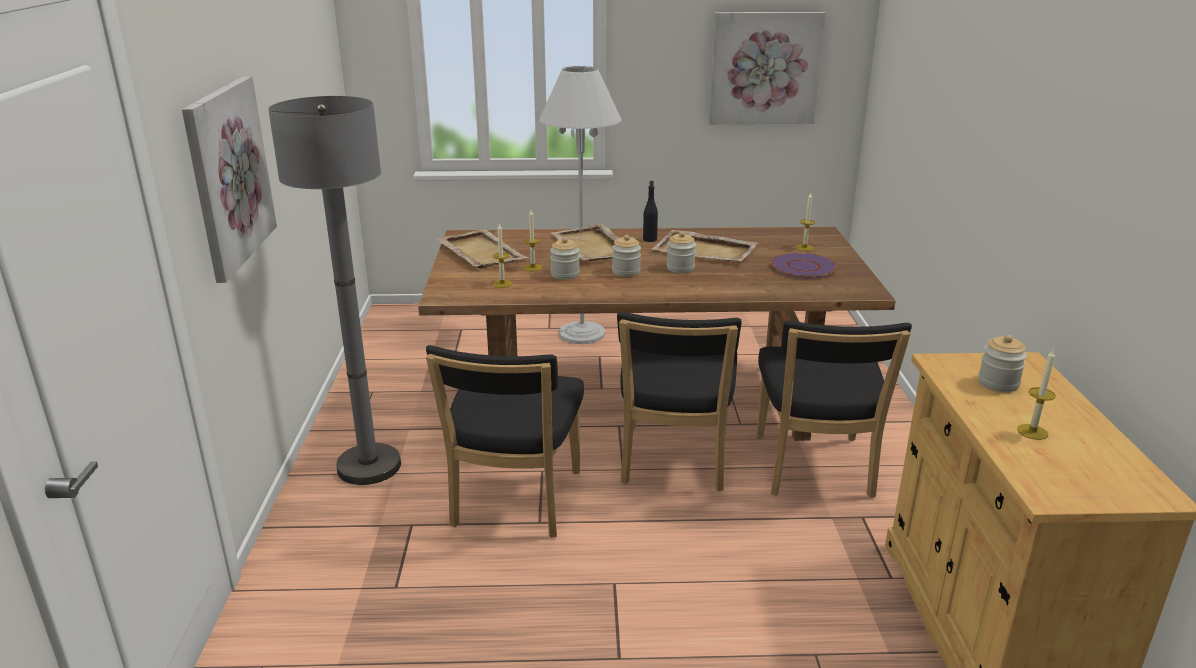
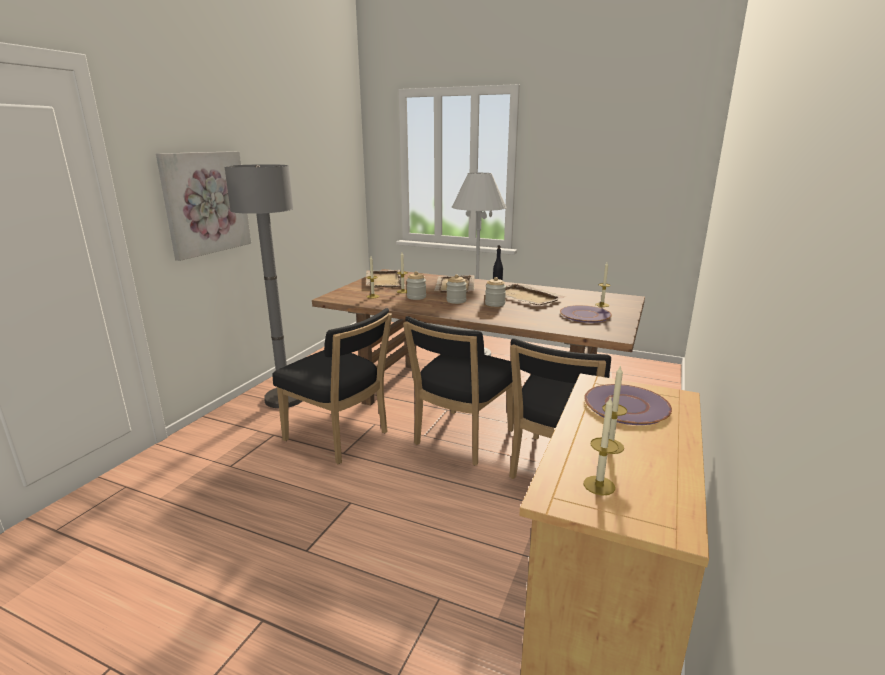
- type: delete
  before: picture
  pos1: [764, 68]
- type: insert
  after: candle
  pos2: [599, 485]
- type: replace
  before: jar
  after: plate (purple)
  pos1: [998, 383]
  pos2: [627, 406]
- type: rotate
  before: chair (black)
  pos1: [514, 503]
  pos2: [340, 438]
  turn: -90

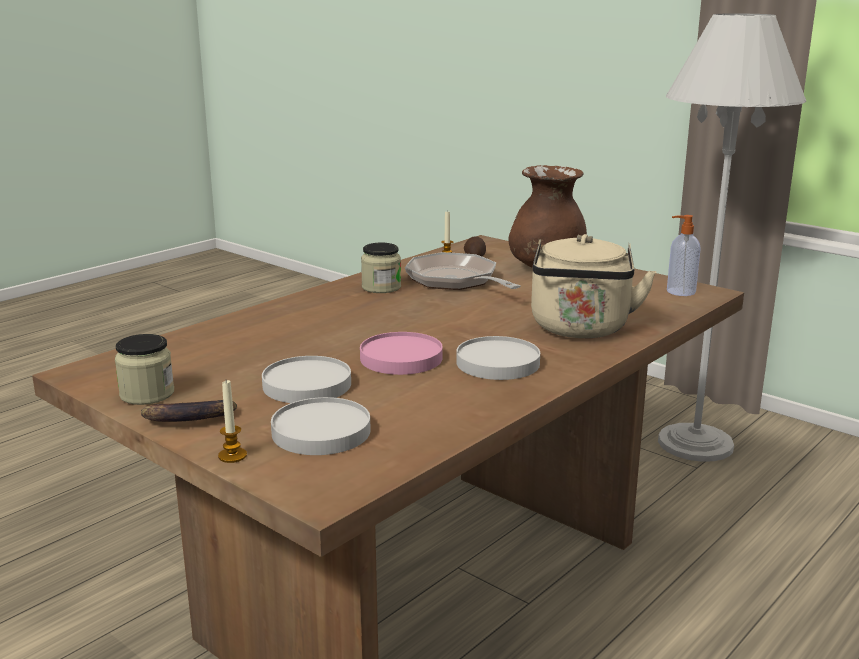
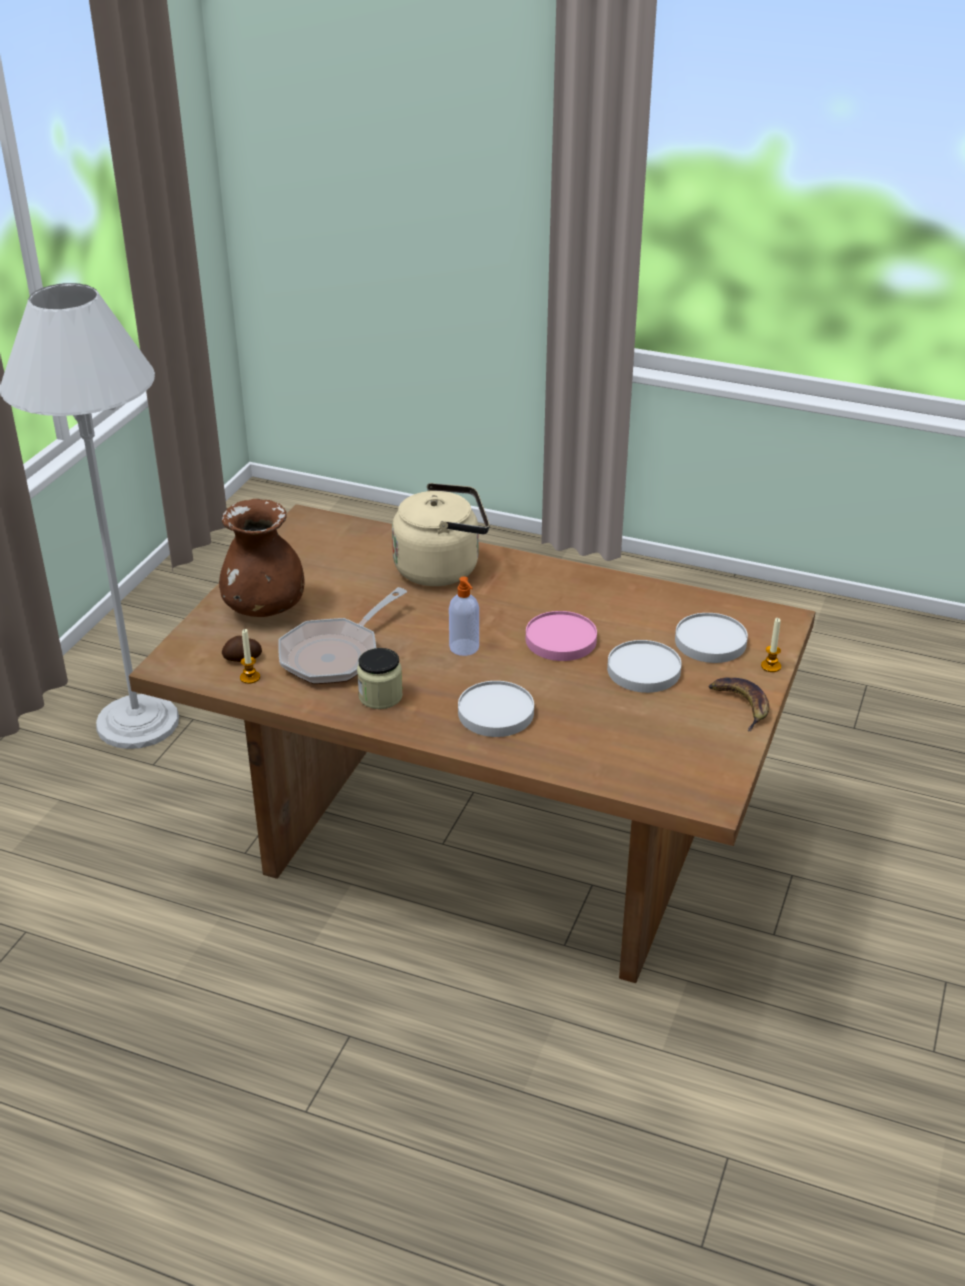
- type: delete
  before: jar
  pos1: [147, 394]
- type: move
  before: plate (white)
  pos1: [498, 363]
  pos2: [495, 712]
- type: move
  before: soap dispenser
  pos1: [679, 292]
  pos2: [464, 648]

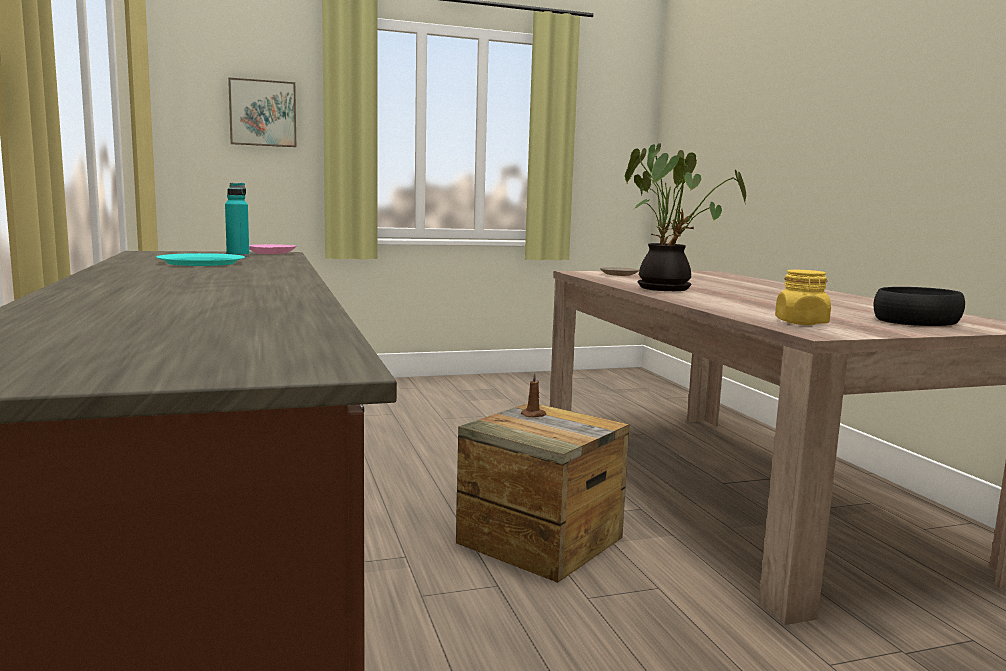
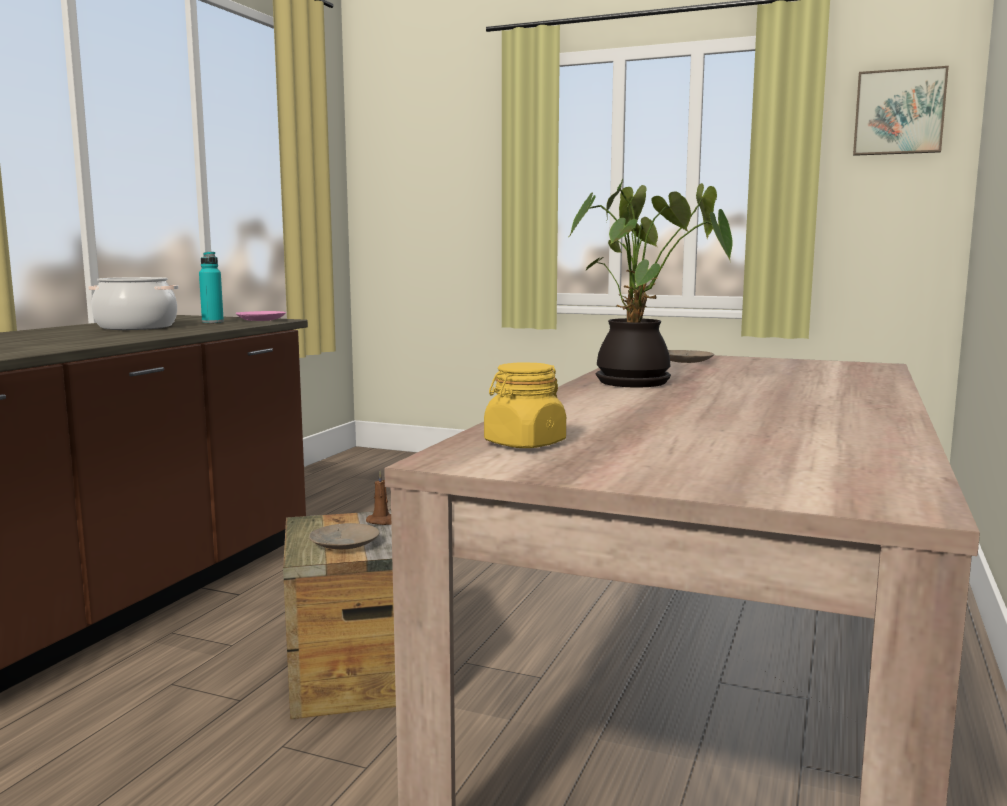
- type: delete
  before: bowl (black)
  pos1: [915, 320]
- type: insert
  after: plate (beige)
  pos2: [343, 544]
- type: move
  before: picture
  pos1: [263, 113]
  pos2: [899, 112]
- type: replace
  before: plate (turquoise)
  after: cooking pot
  pos1: [201, 263]
  pos2: [136, 327]

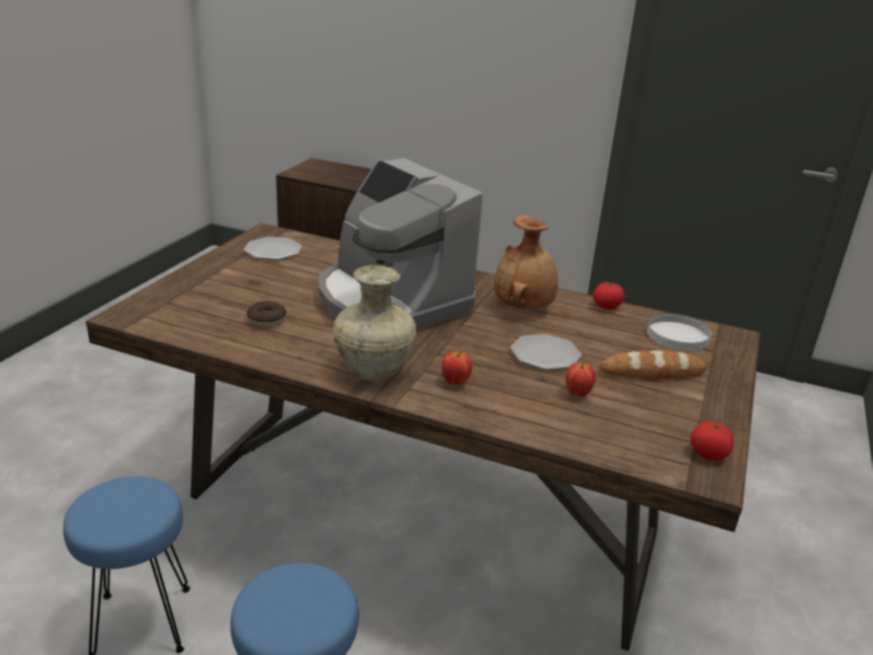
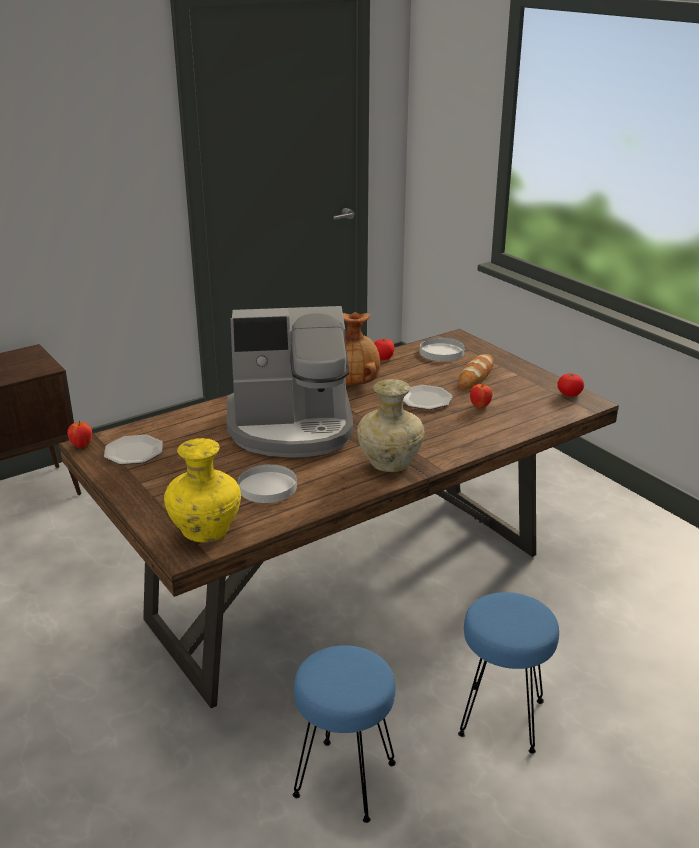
- type: insert
  after: vase (yellow)
  pos2: [205, 531]
- type: move
  before: apple
  pos1: [455, 382]
  pos2: [81, 446]
- type: replace
  before: donut
  after: plate (white)
  pos1: [267, 320]
  pos2: [267, 486]

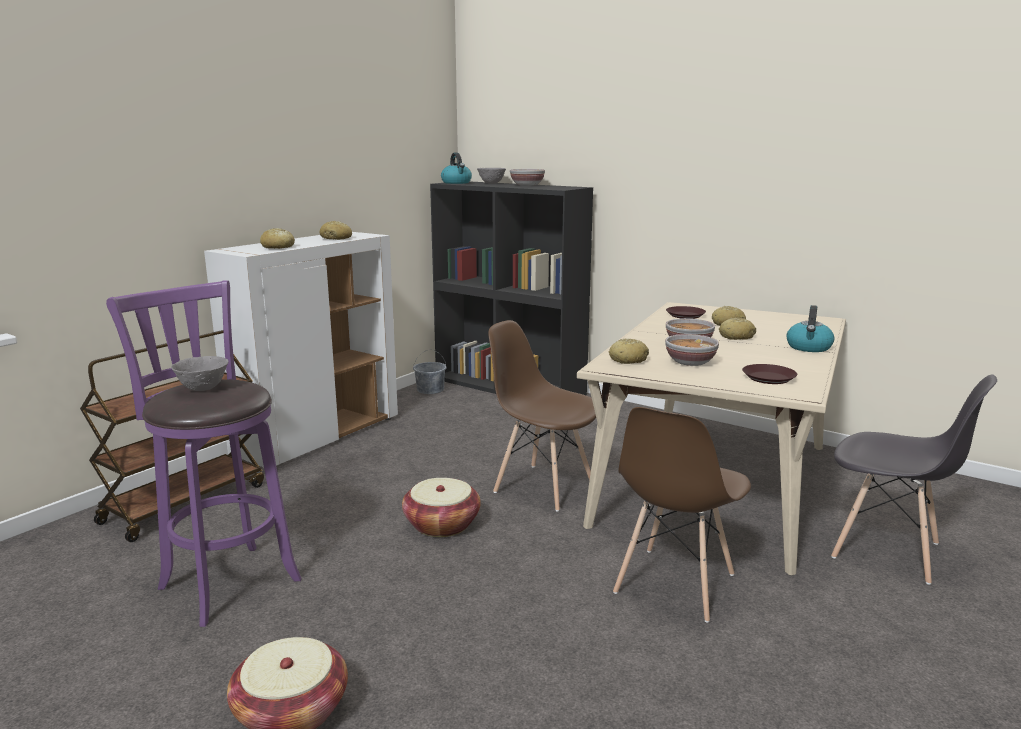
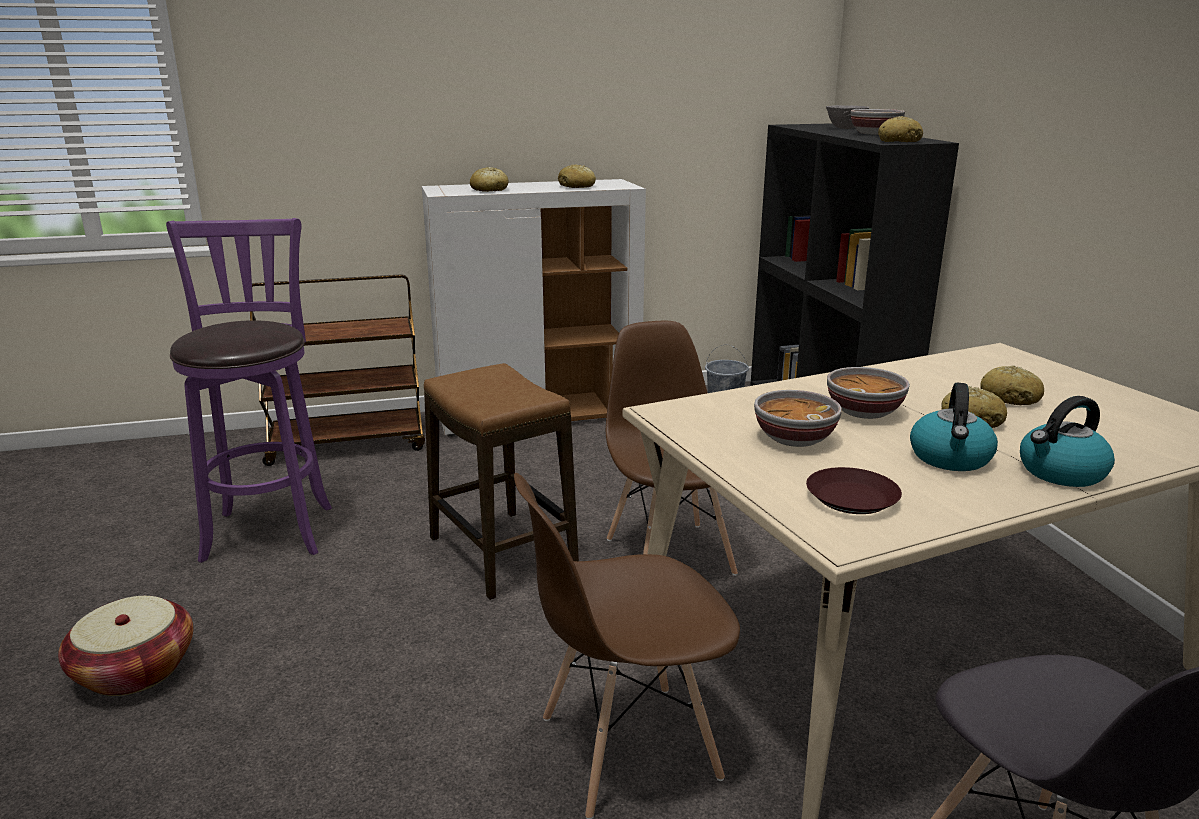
- type: delete
  before: bowl (grey)
  pos1: [203, 389]
- type: delete
  before: plate (brown)
  pos1: [685, 315]
- type: move
  before: kettle
  pos1: [456, 183]
  pos2: [950, 458]
- type: move
  before: bread
  pos1: [628, 360]
  pos2: [899, 141]
- type: replace
  before: basket
  after: stool
  pos1: [442, 525]
  pos2: [503, 553]

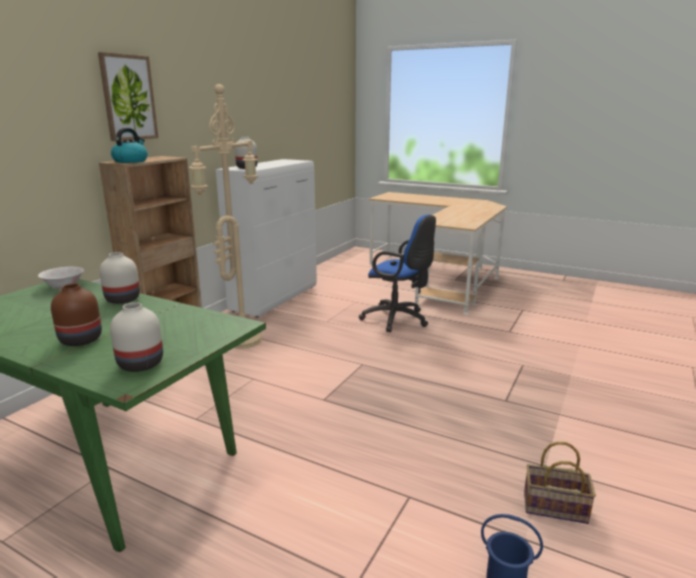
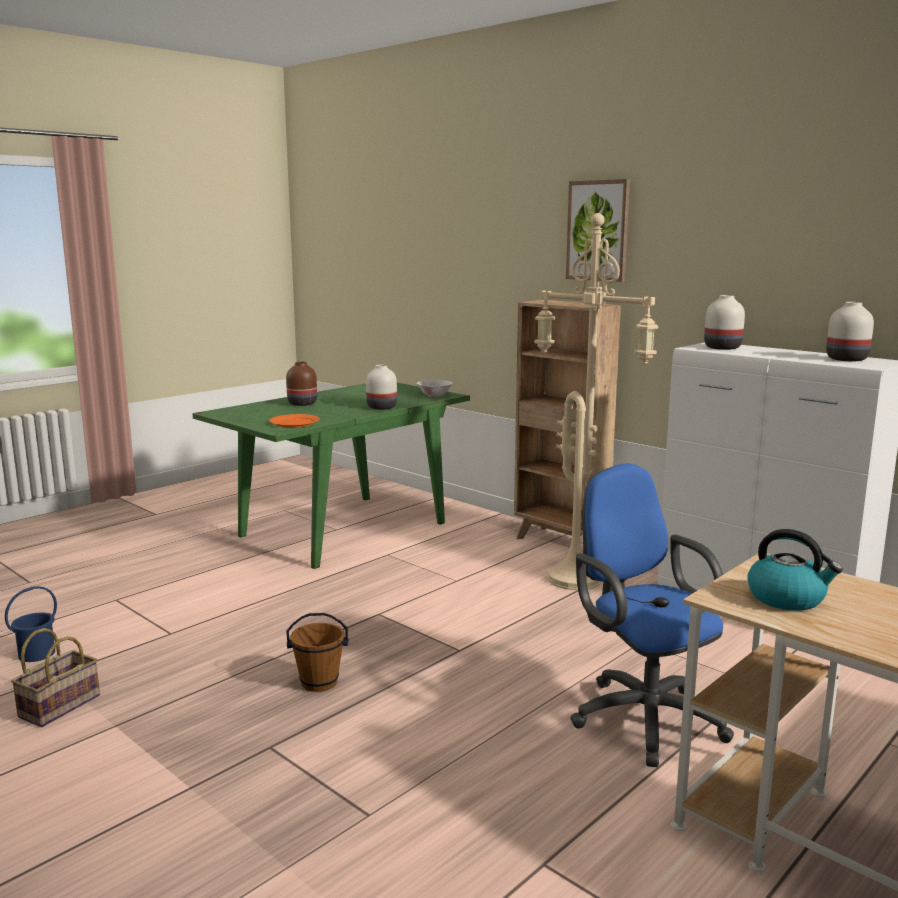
- type: insert
  after: plate (orange)
  pos2: [294, 423]
- type: insert
  after: bucket (brown)
  pos2: [319, 682]
- type: move
  before: vase (white)
  pos1: [140, 364]
  pos2: [845, 359]
- type: move
  before: kettle
  pos1: [131, 161]
  pos2: [787, 598]
- type: rotate
  before: office chair (blue)
  pos1: [398, 320]
  pos2: [642, 715]
  turn: 105

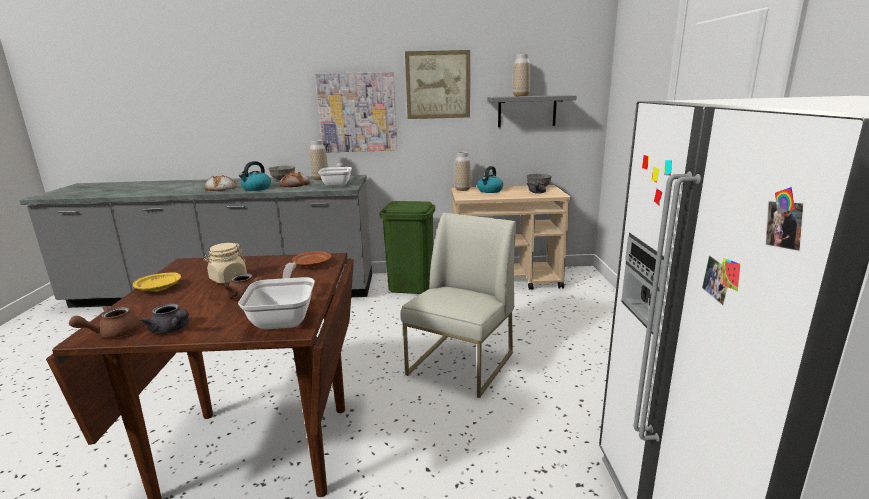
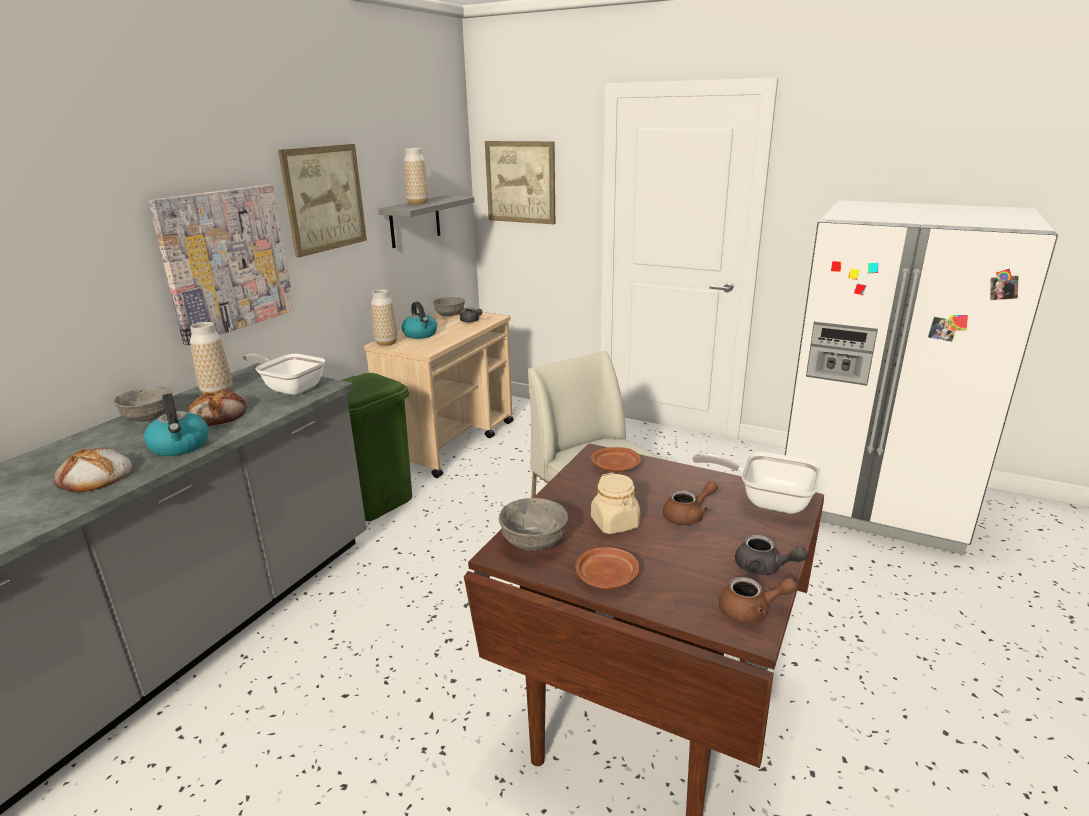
- type: insert
  after: picture
  pos2: [520, 182]
- type: insert
  after: bowl (grey)
  pos2: [533, 543]
- type: recolor
  before: plate (yellow)
  after: plate (brown)
  pos1: [159, 288]
  pos2: [607, 576]
- type: rotate
  before: teapot (brown)
  pos1: [113, 333]
  pos2: [751, 611]
  turn: -75
- type: rotate
  before: teapot (grey)
  pos1: [172, 330]
  pos2: [764, 568]
  turn: 60

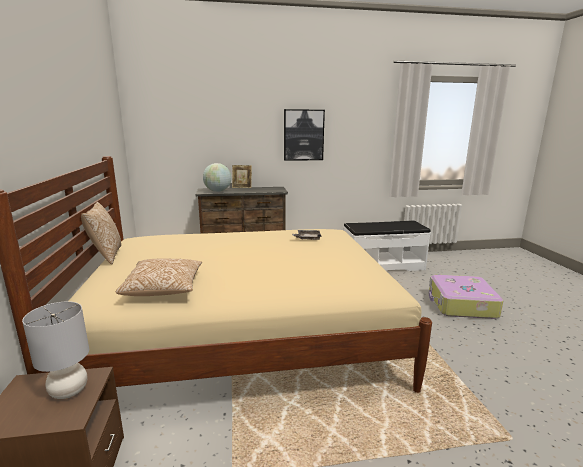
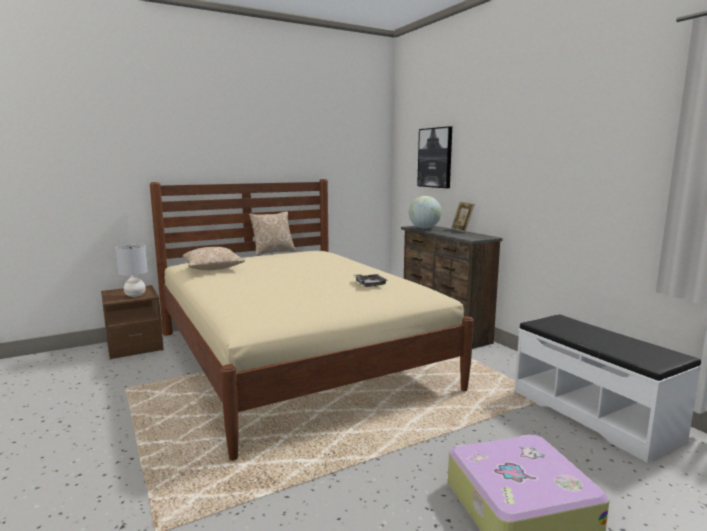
- type: move
  before: picture
  pos1: [303, 135]
  pos2: [435, 157]

